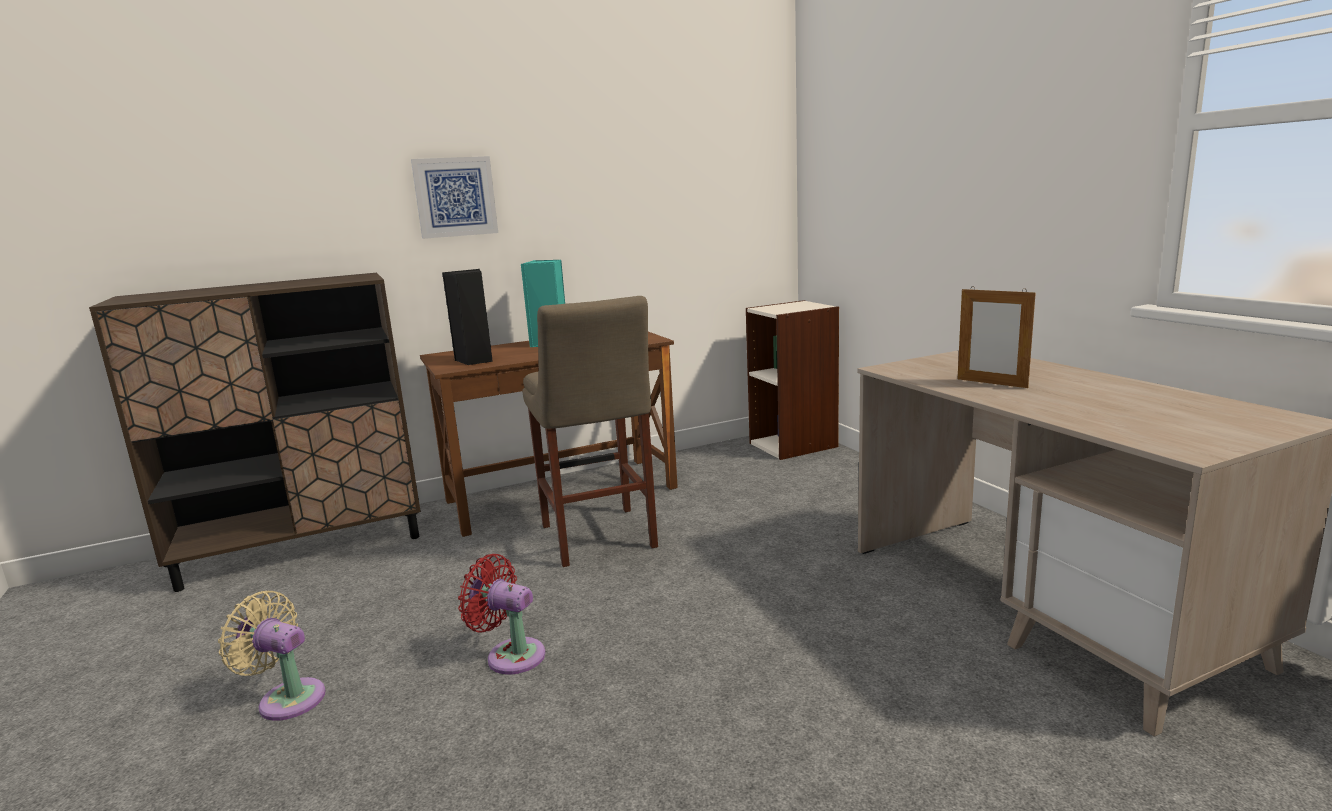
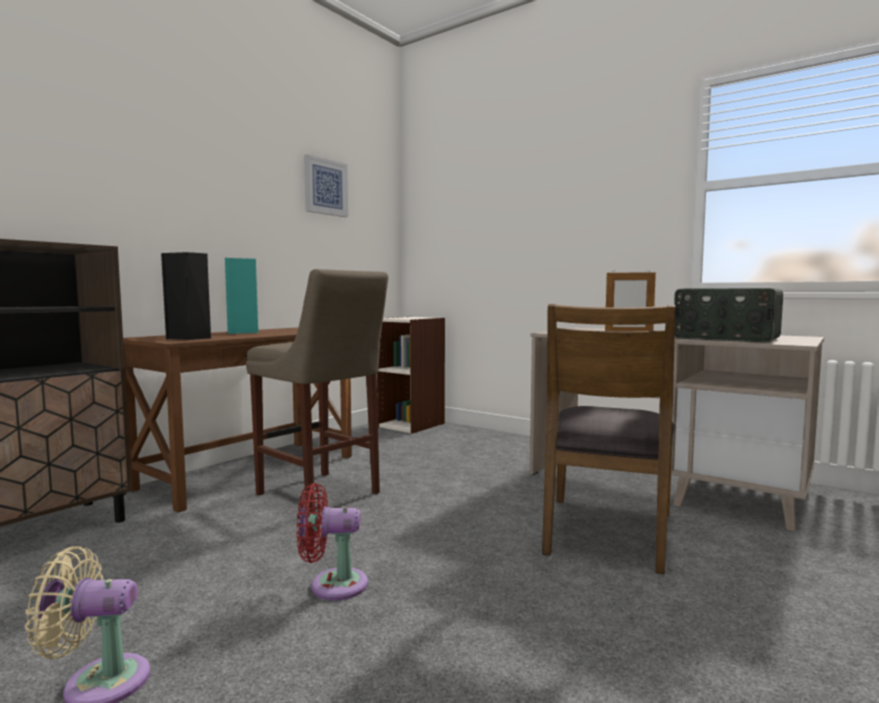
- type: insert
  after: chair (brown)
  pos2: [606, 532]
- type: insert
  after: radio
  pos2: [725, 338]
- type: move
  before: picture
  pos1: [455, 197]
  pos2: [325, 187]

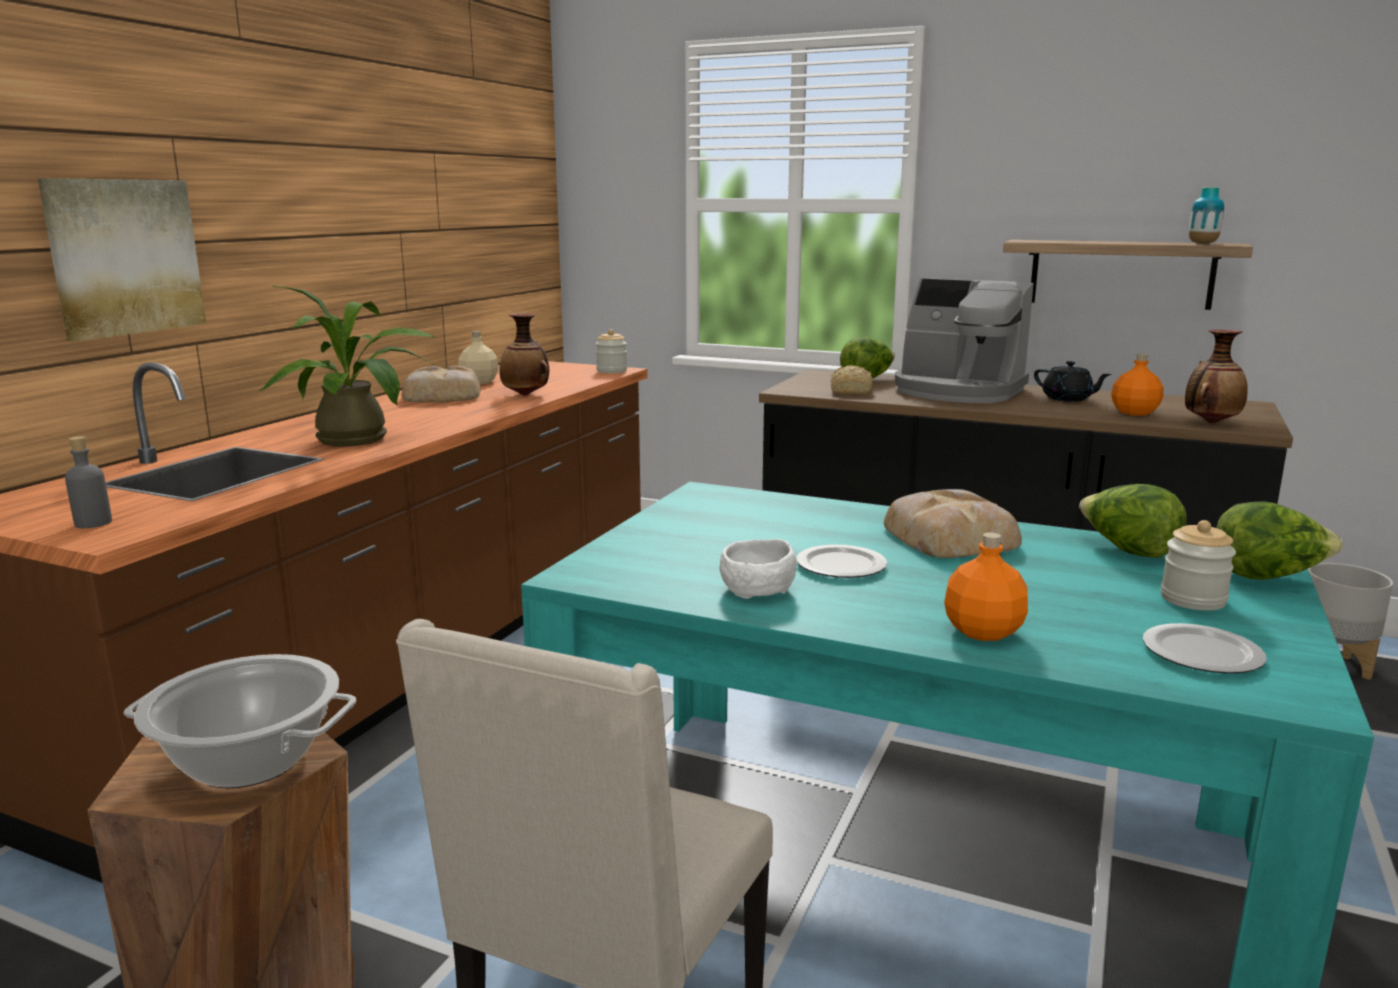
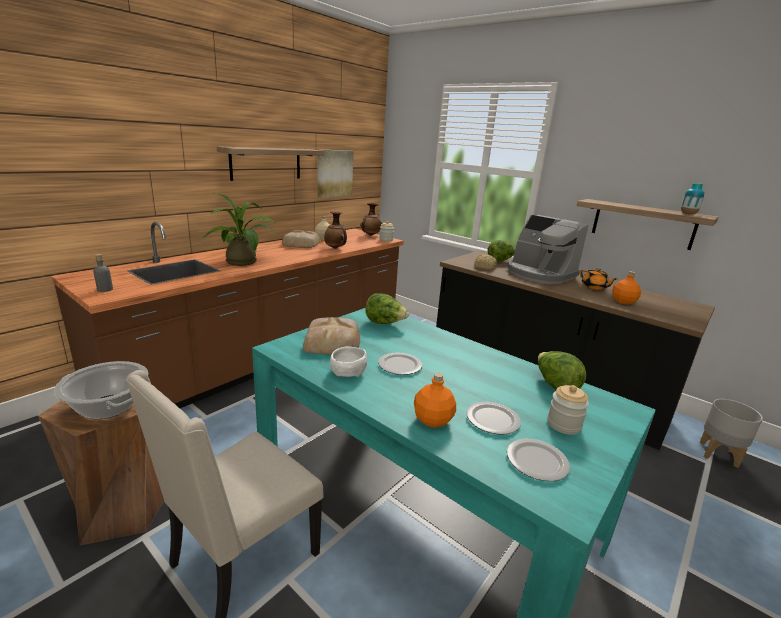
- type: insert
  after: shelf
  pos2: [266, 163]
- type: insert
  after: plate
  pos2: [493, 419]
- type: move
  before: picture
  pos1: [124, 257]
  pos2: [334, 173]
- type: move
  before: bread
  pos1: [950, 536]
  pos2: [332, 341]
- type: move
  before: vase
  pos1: [1210, 422]
  pos2: [370, 235]
- type: move
  before: lettuce
  pos1: [1267, 576]
  pos2: [385, 323]
- type: recolor
  before: teapot (black)
  after: teapot (orange)
  pos1: [1068, 399]
  pos2: [594, 287]

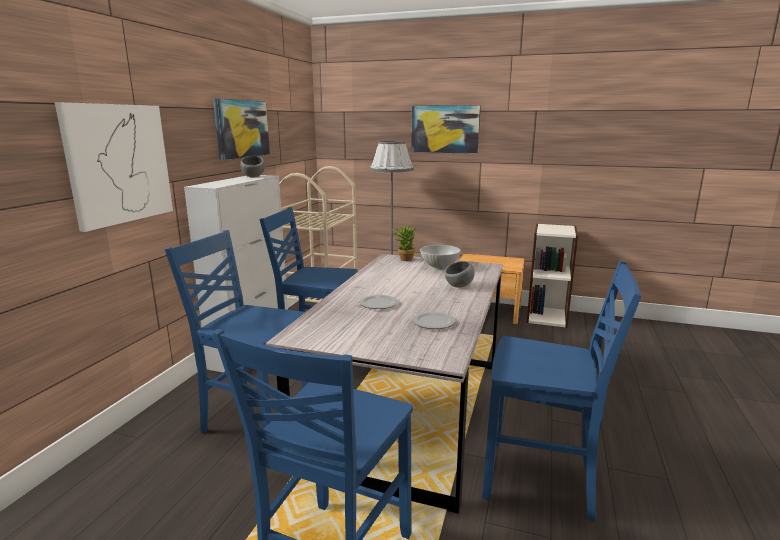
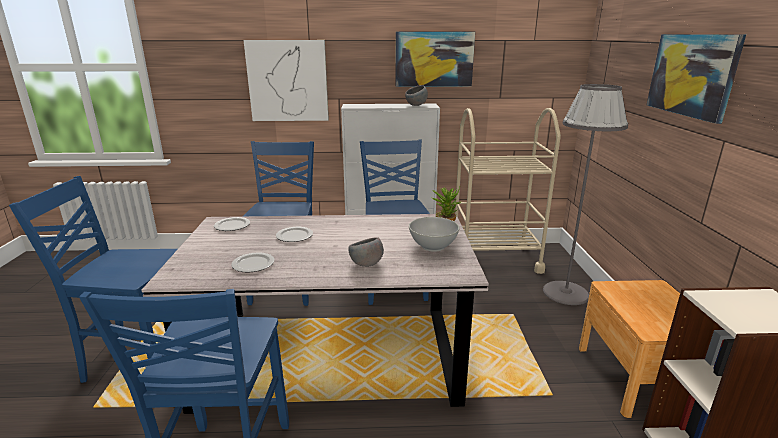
- type: insert
  after: plate
  pos2: [232, 225]

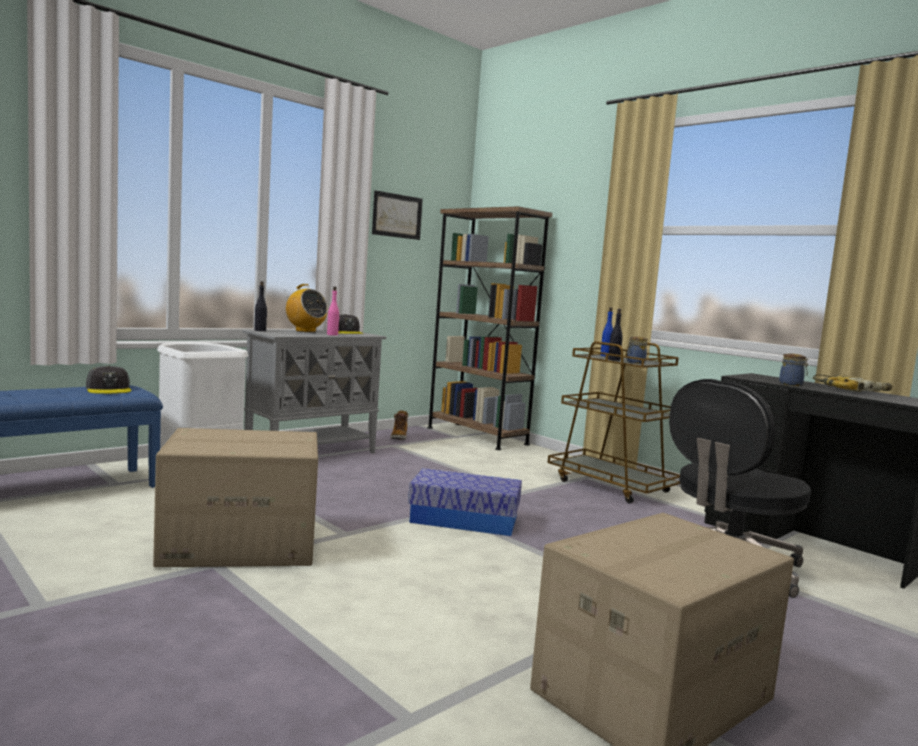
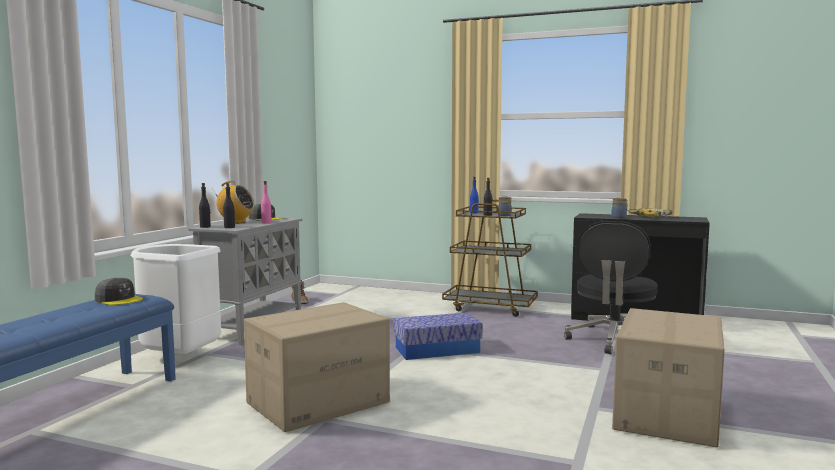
- type: delete
  before: picture
  pos1: [397, 216]
- type: delete
  before: bookcase (brown)
  pos1: [477, 436]
- type: insert
  after: bottle (black)
  pos2: [229, 227]

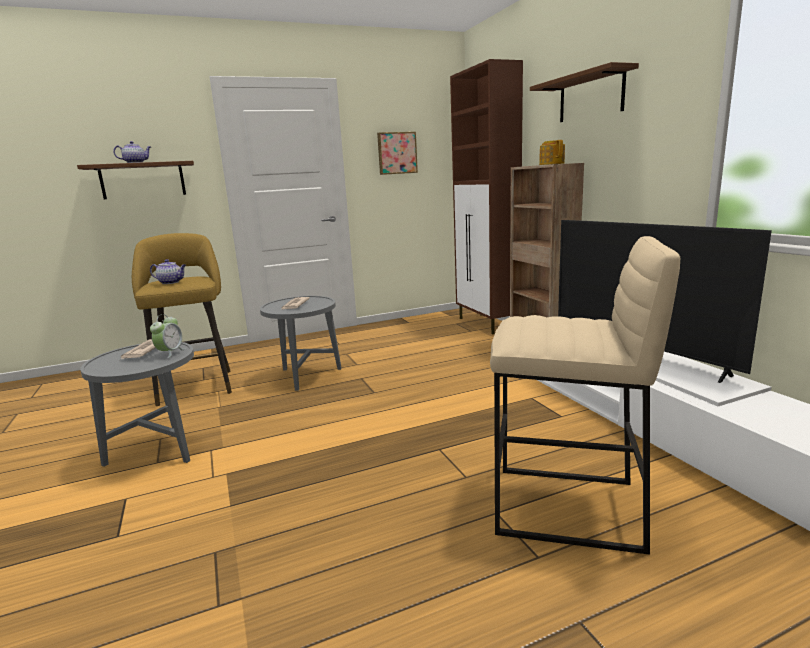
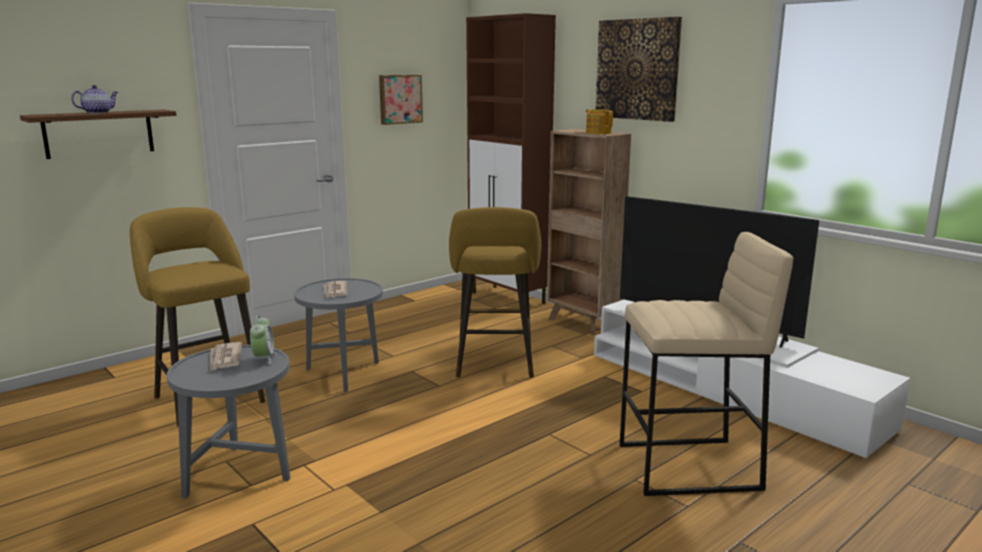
- type: delete
  before: teapot
  pos1: [171, 282]
- type: insert
  after: stool (yellow)
  pos2: [494, 365]
- type: replace
  before: shelf (brown)
  after: picture
  pos1: [591, 96]
  pos2: [637, 69]

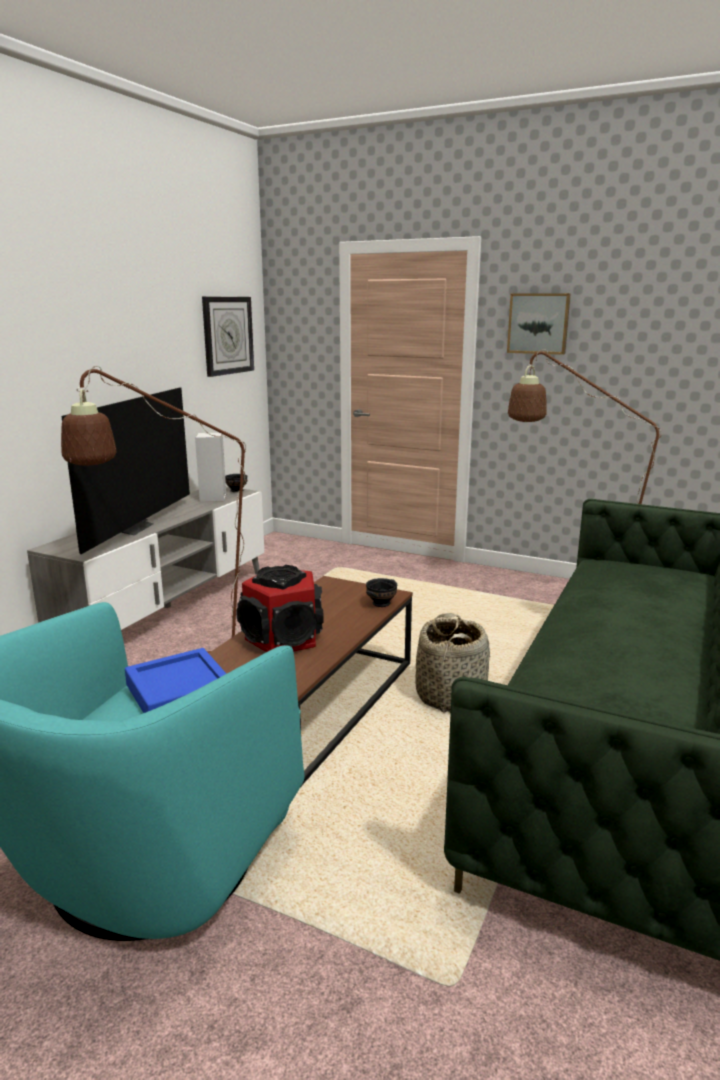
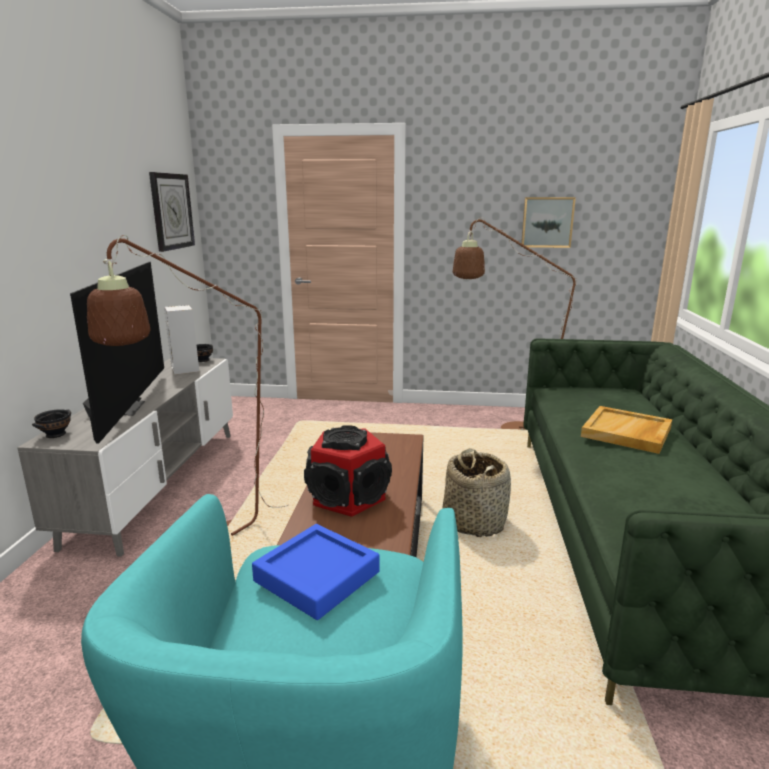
- type: insert
  after: tray (beige)
  pos2: [627, 433]
- type: move
  before: bowl (black)
  pos1: [380, 603]
  pos2: [54, 435]
- type: move
  before: picture
  pos1: [538, 323]
  pos2: [547, 222]

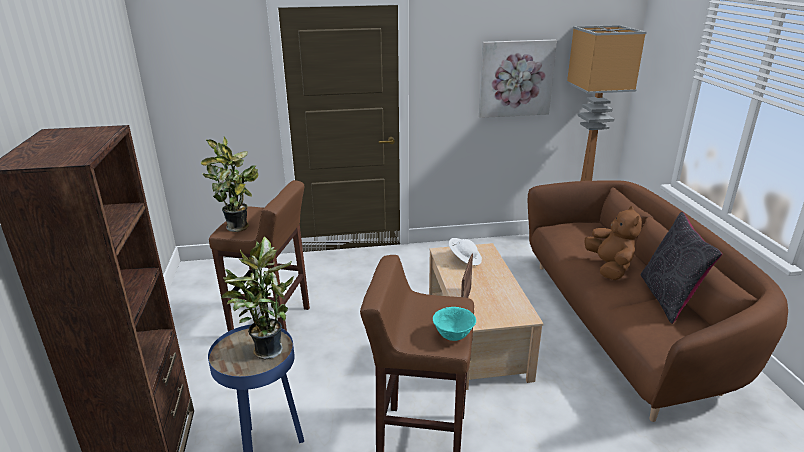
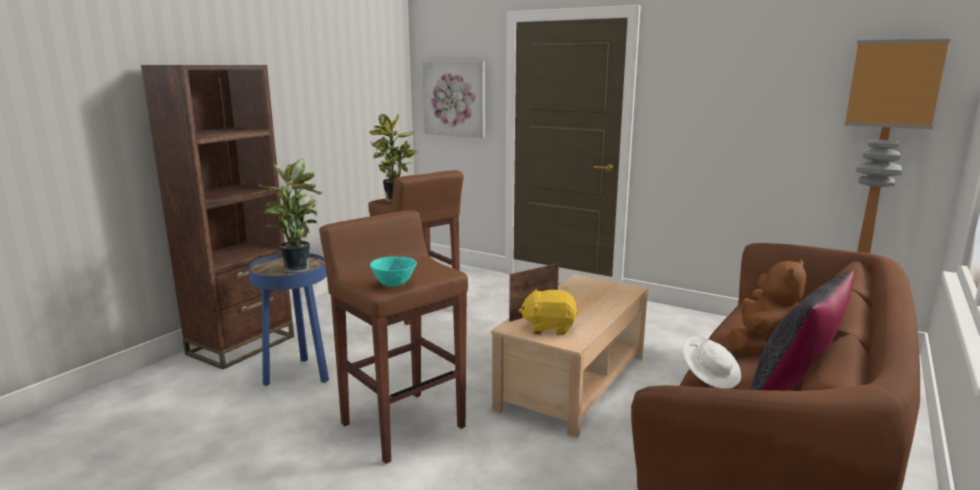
- type: insert
  after: plush toy (yellow)
  pos2: [549, 327]
- type: move
  before: hat (white)
  pos1: [465, 259]
  pos2: [710, 375]
- type: move
  before: picture
  pos1: [515, 78]
  pos2: [455, 99]

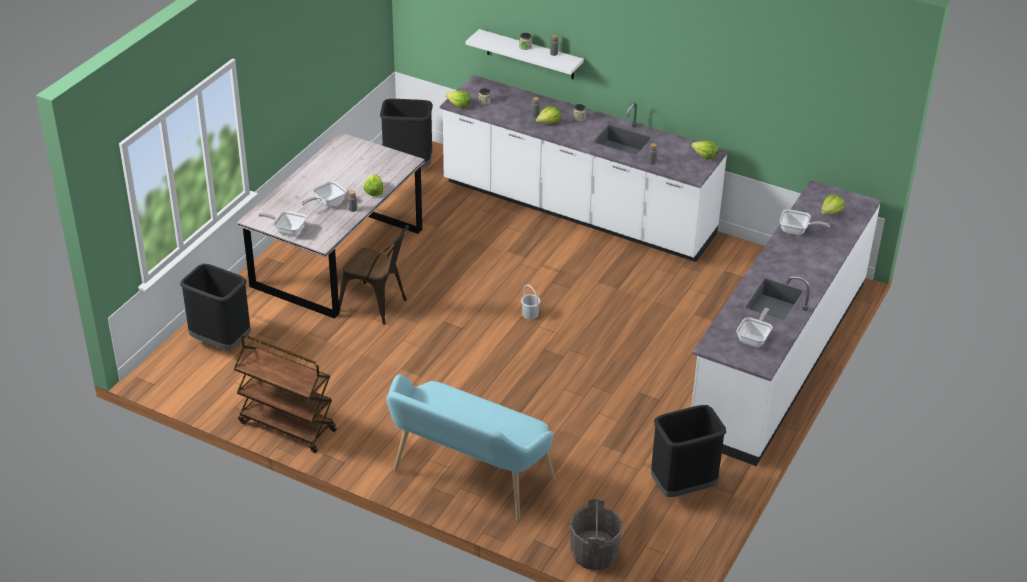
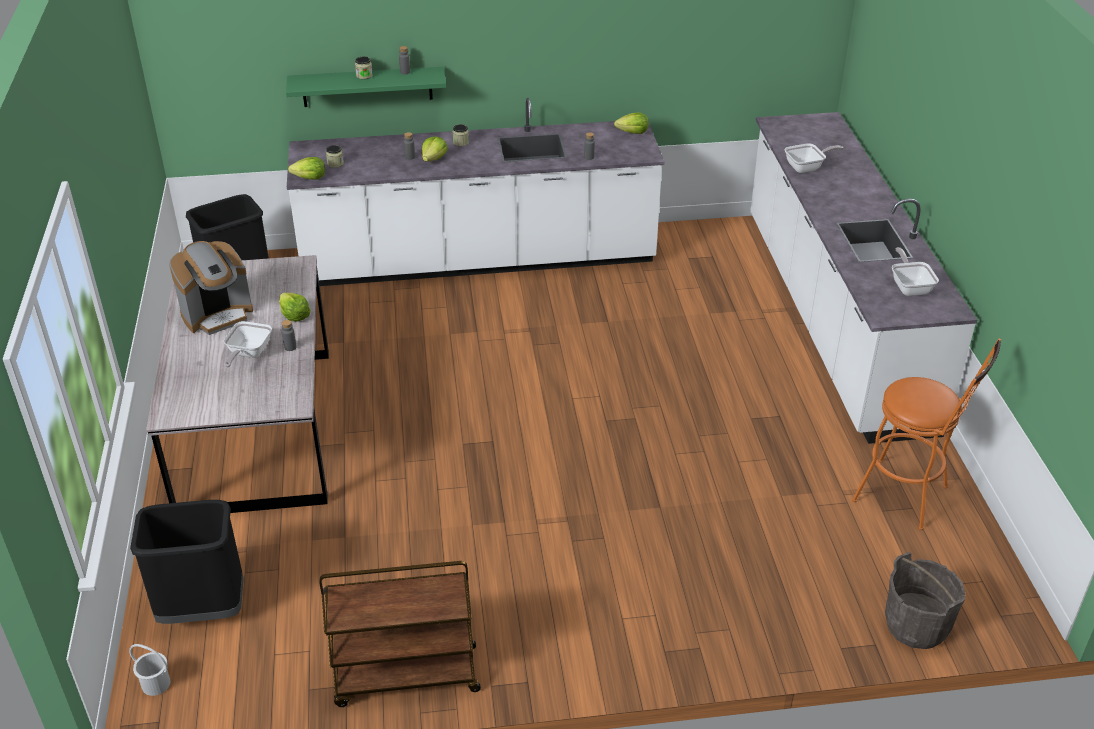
- type: delete
  before: frying pan
  pos1: [287, 230]
- type: delete
  before: chair (brown)
  pos1: [377, 306]
- type: delete
  before: bench (turquoise)
  pos1: [467, 479]
- type: delete
  before: lettuce
  pos1: [831, 212]
- type: insert
  after: coffee machine
  pos2: [217, 315]
- type: move
  before: bucket (white)
  pos1: [530, 314]
  pos2: [156, 684]
- type: replace
  before: trash can (black)
  after: stool (orange)
  pos1: [682, 487]
  pos2: [908, 497]
- type: recolor
  before: shelf (white)
  after: shelf (green)
  pos1: [530, 55]
  pos2: [367, 87]

